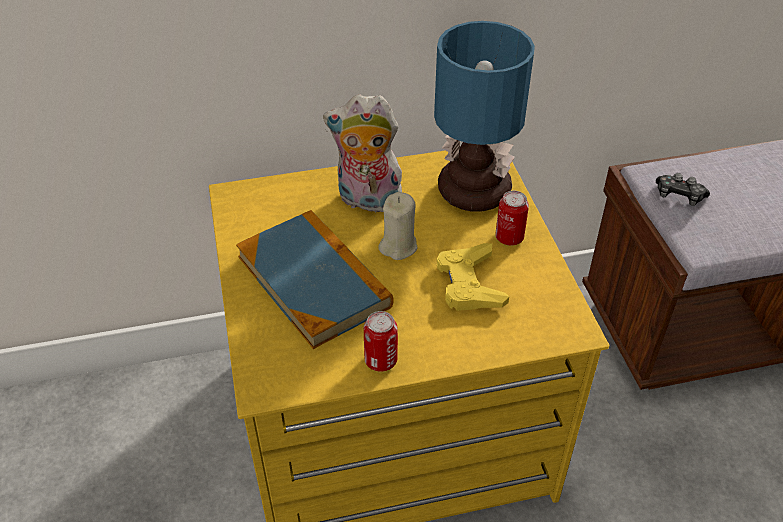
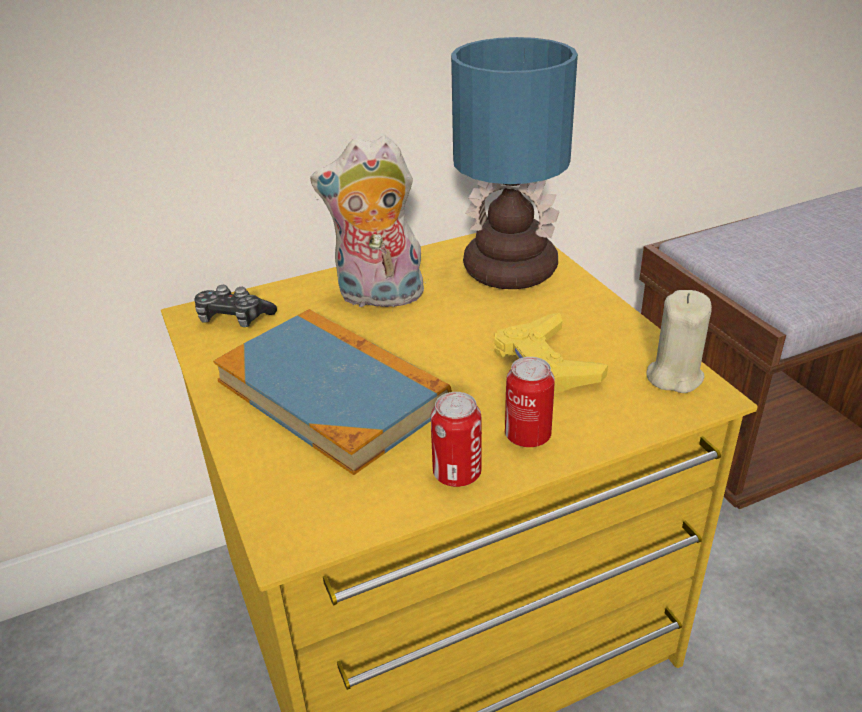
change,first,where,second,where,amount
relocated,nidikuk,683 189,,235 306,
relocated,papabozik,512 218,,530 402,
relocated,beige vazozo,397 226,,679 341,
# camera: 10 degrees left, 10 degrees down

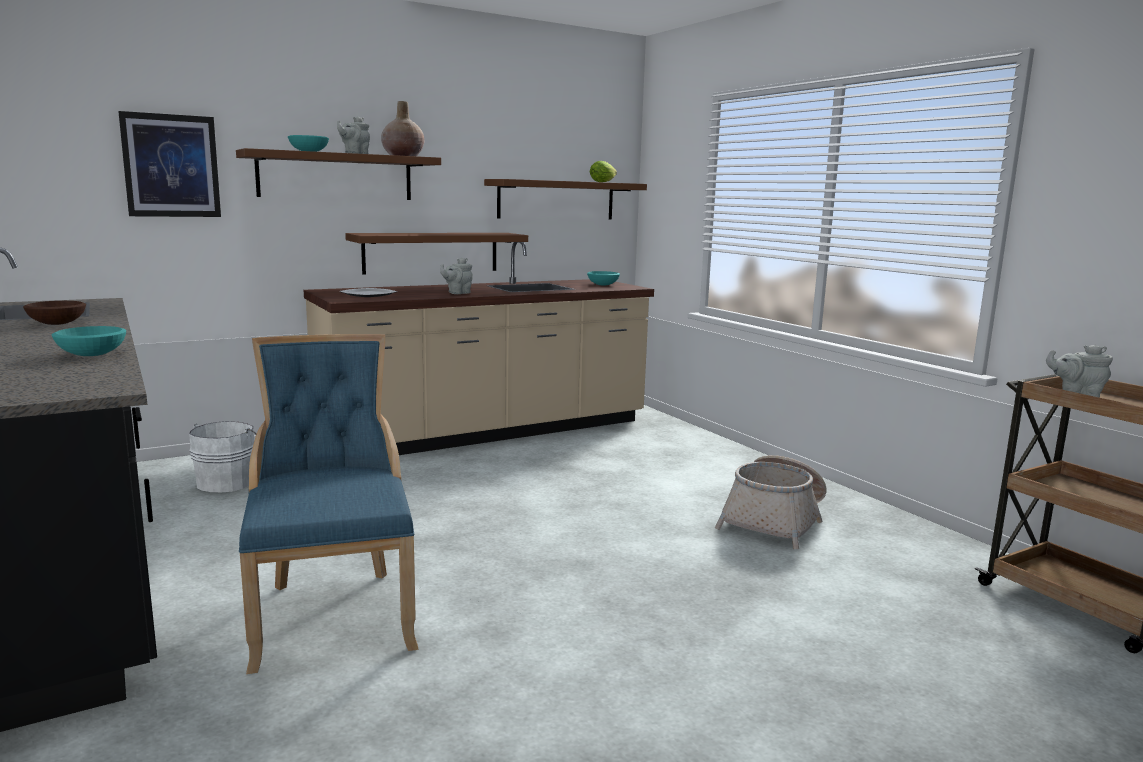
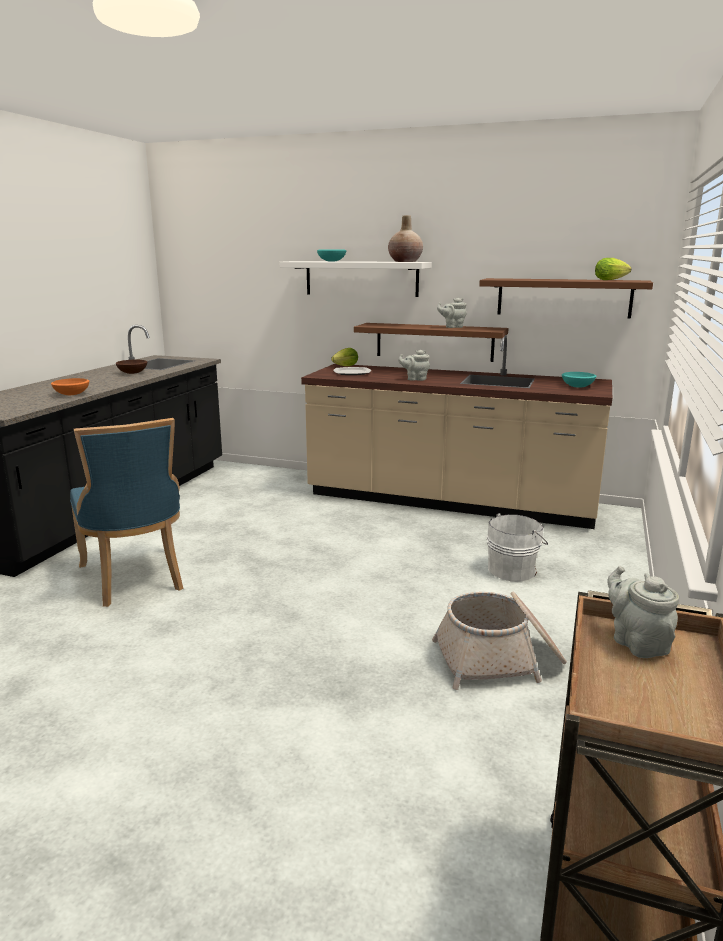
change,first,where,second,where,amount
colour,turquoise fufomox,89 341,orange fufomox,70 386,
spun,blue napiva,329 504,,126 512,120 degrees clockwise
colour,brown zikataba,338 174,white zikataba,356 279,
appeared,,,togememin,344 357,
relocated,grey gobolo,353 135,,452 313,
relocated,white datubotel,222 456,,517 547,
missing,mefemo,169 164,,,
# camera: 50 degrees right, 5 degrees up

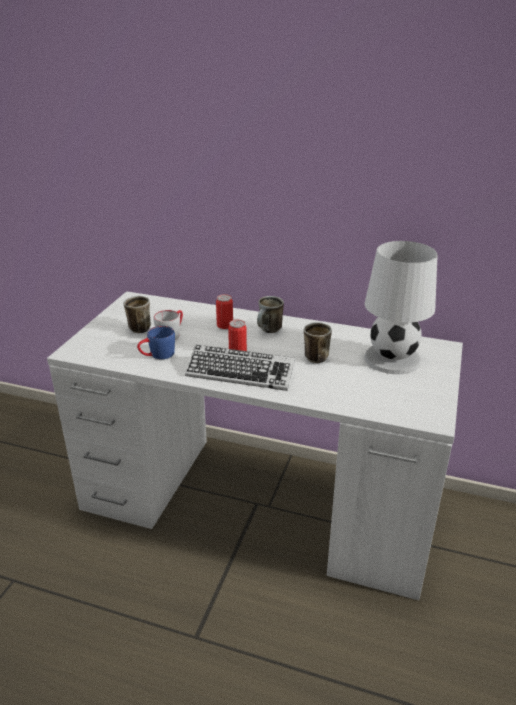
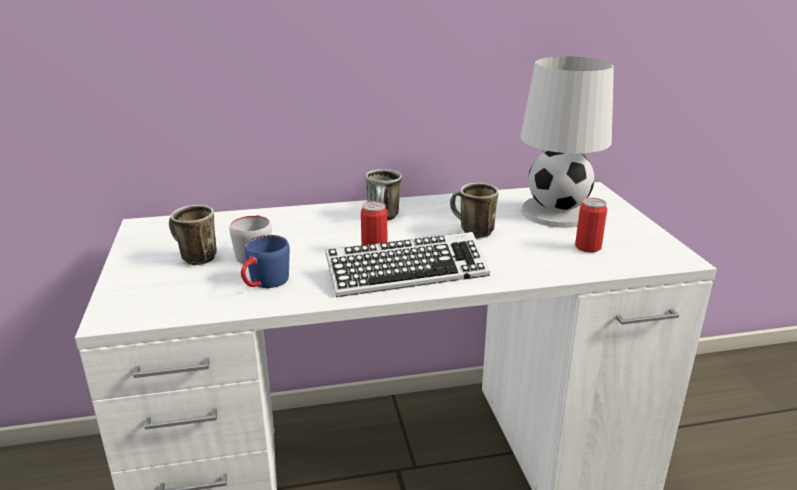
change,first,where,second,where,amount
relocated,papabozik,224 311,,591 225,
# camera: 30 degrees left, 5 degrees down

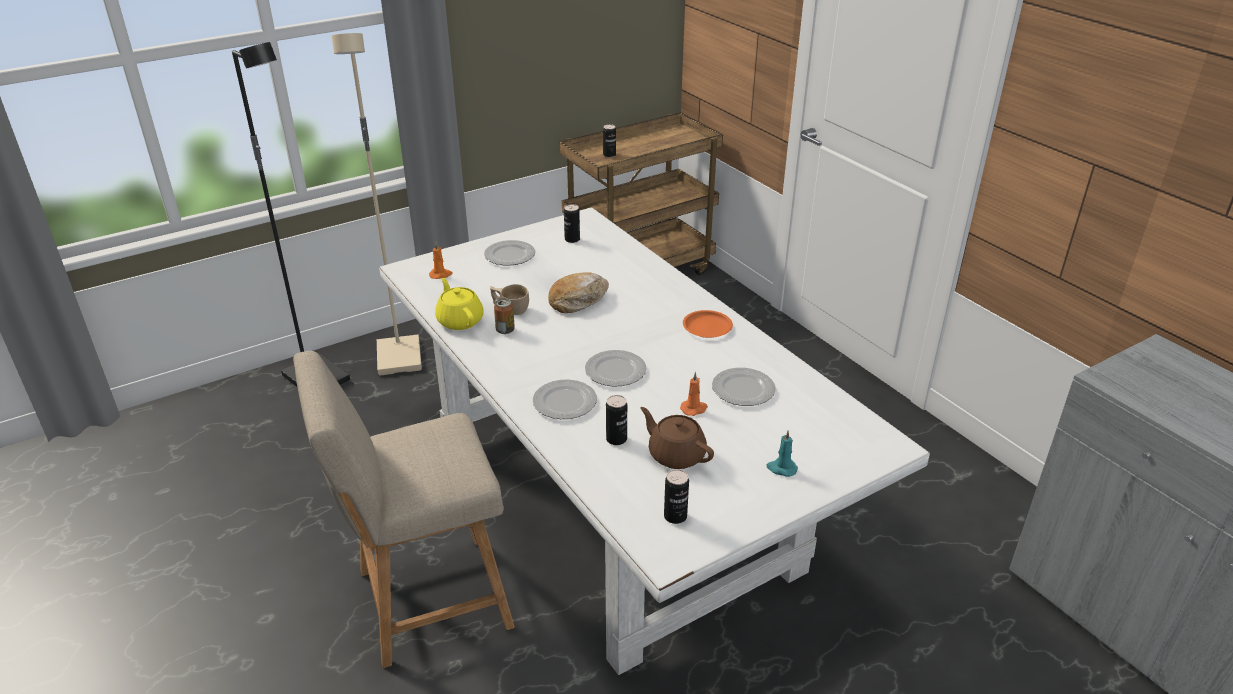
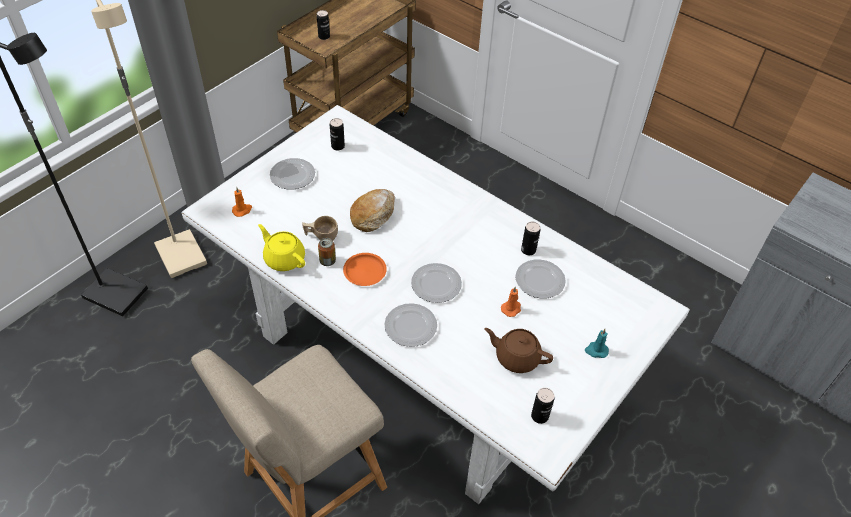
change,first,where,second,where,amount
relocated,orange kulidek,708 324,,365 269,
relocated,papabozik,616 420,,530 238,
# camera: 20 degrees left, 15 degrees up

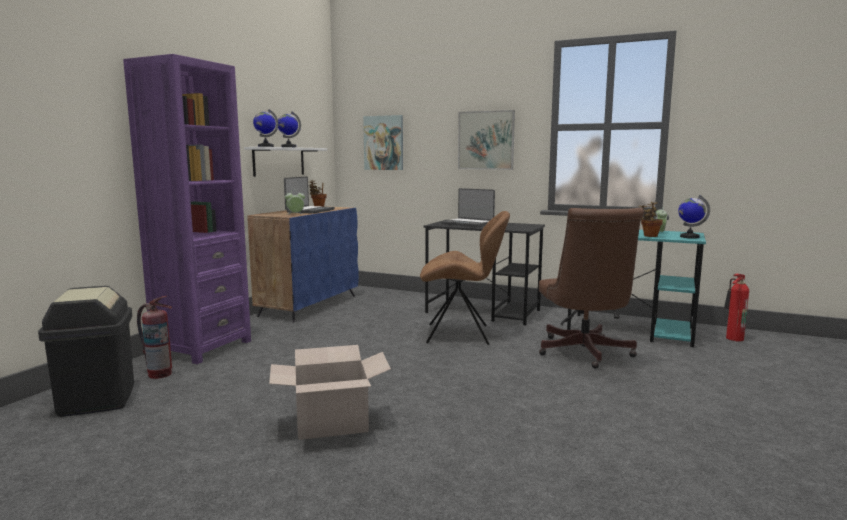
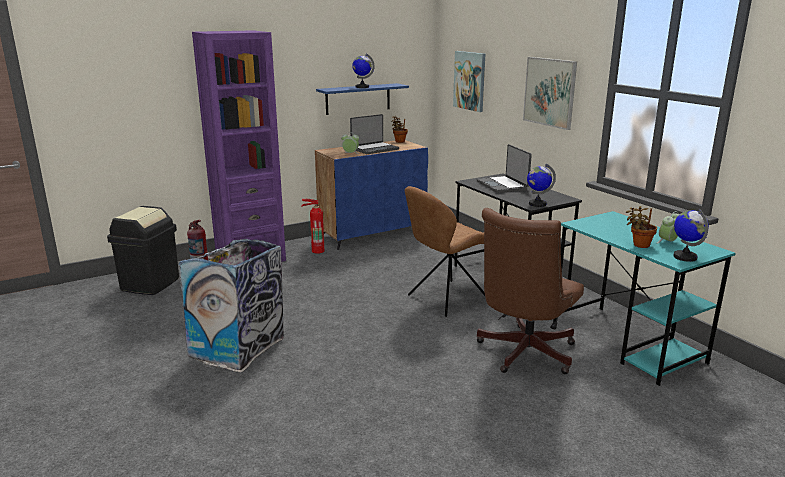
change,first,where,second,where,amount
exchanged,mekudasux,330 392,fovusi,231 306,
relocated,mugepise,736 307,,312 226,
colour,white zikataba,285 162,blue zikataba,362 99,
spun,brown napiva,465 278,,445 251,105 degrees clockwise
relocated,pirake,265 128,,541 185,
# camera: 35 degrees right, 10 degrees up

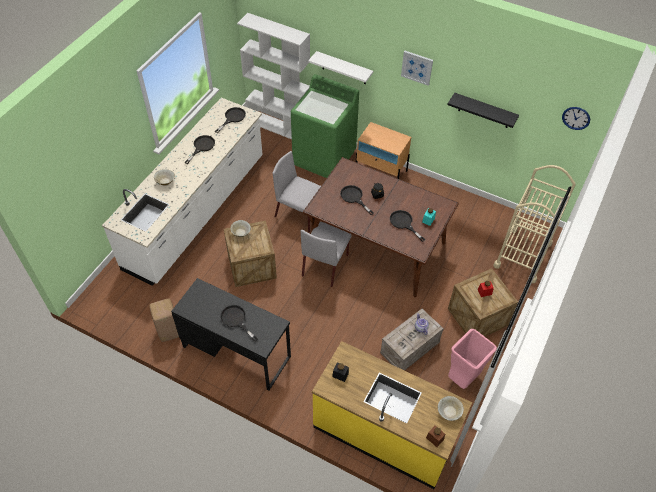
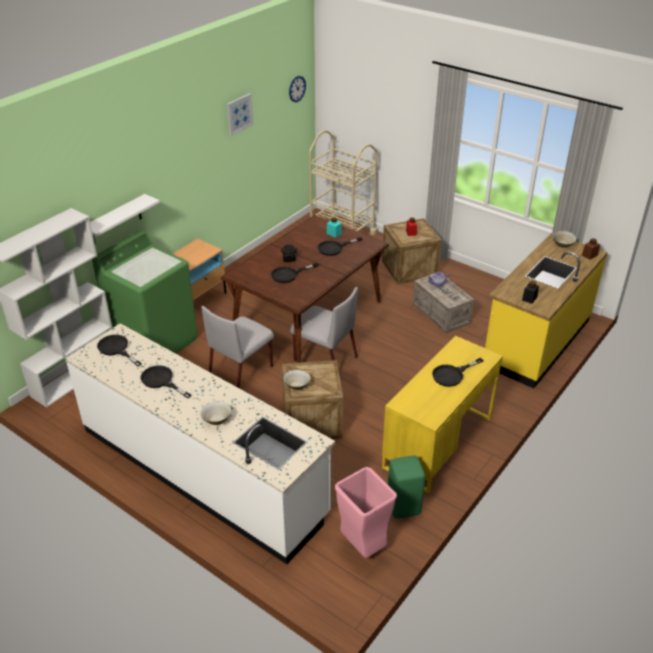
change,first,where,second,where,amount
relocated,mefemo,417 68,,240 114,
relocated,pink fovusi,472 359,,366 512,
colour,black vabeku,231 334,yellow vabeku,442 415,
colour,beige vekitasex,164 320,green vekitasex,406 487,
missing,black zikataba,483 110,,,
# camera: 80 degrees left, 15 degrees down

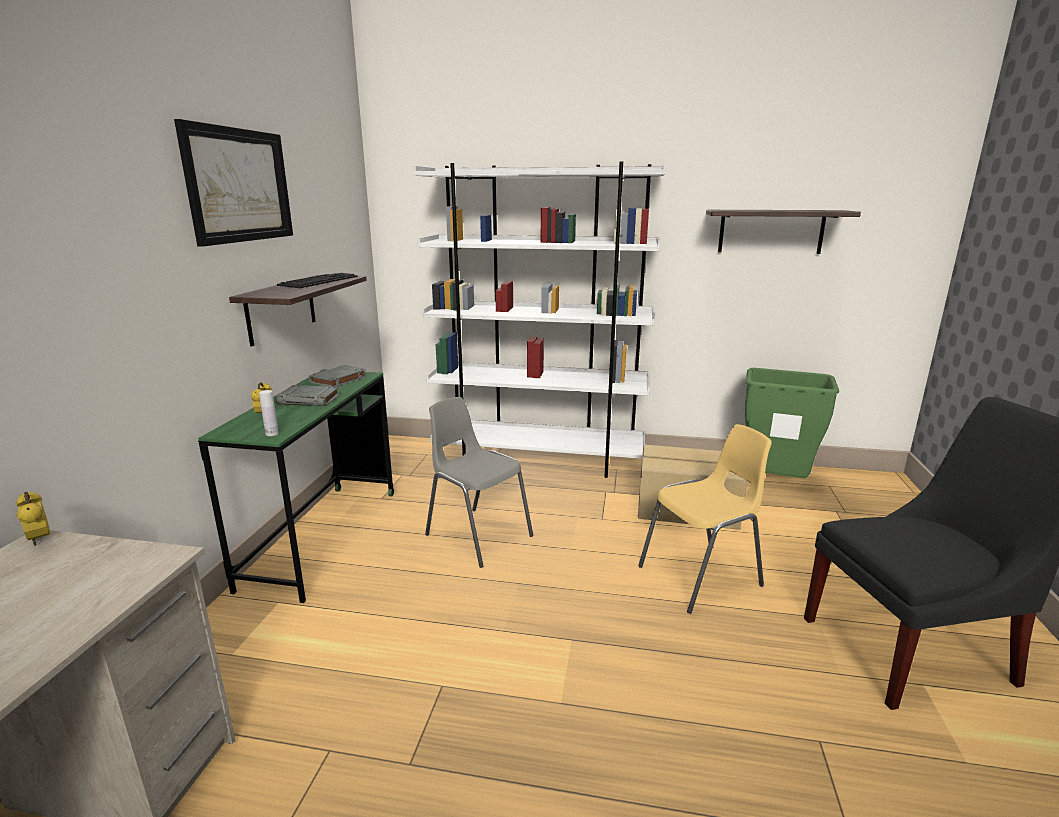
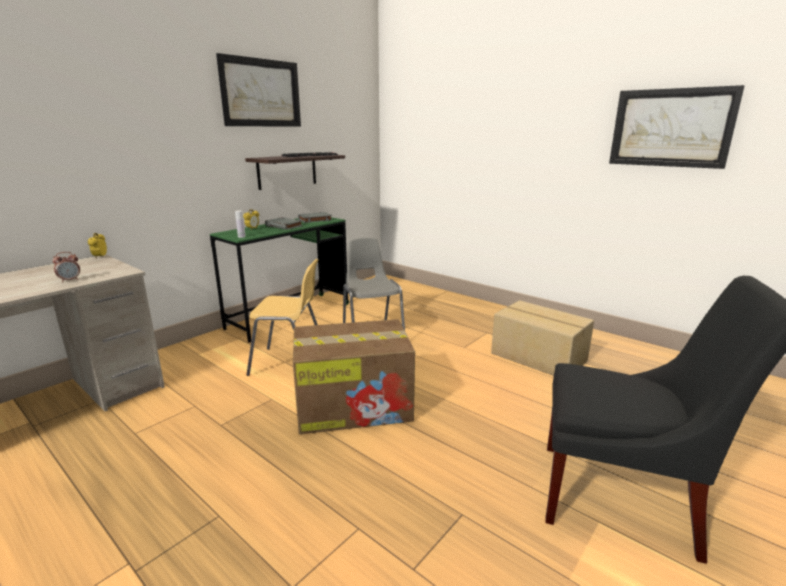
change,first,where,second,where,amount
appeared,,,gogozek,66 267,
relocated,yellow napiva,705 519,,282 317,
appeared,,,mekudasux,354 376,
exchanged,zikataba,783 232,mefemo,677 127,
missing,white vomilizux,540 319,,,
missing,green fovusi,792 423,,,
# camera: 30 degrees right, 0 degrees up

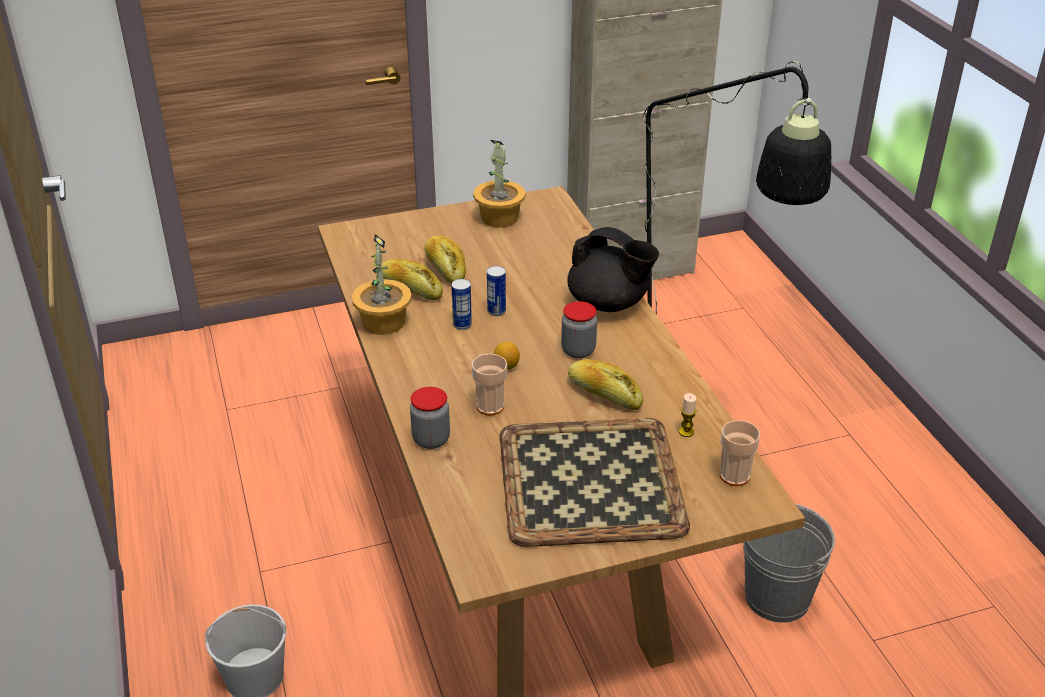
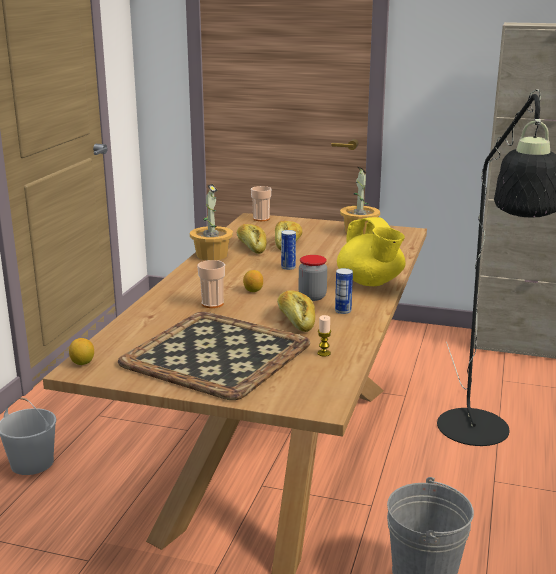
change,first,where,second,where,amount
appeared,,,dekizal,81 351,
relocated,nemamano,740 453,,261 203,
relocated,papabozik,461 304,,344 291,
colour,black gobolo,613 269,yellow gobolo,371 251,
missing,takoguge,430 418,,,
# camera: 35 degrees right, 15 degrees down

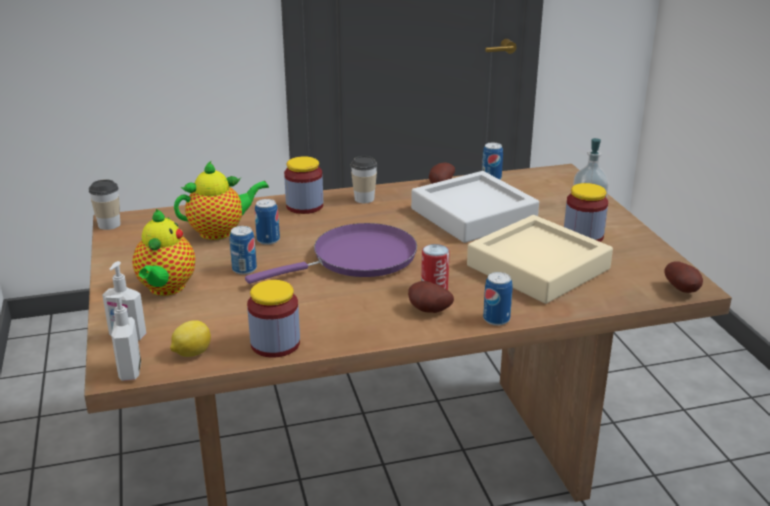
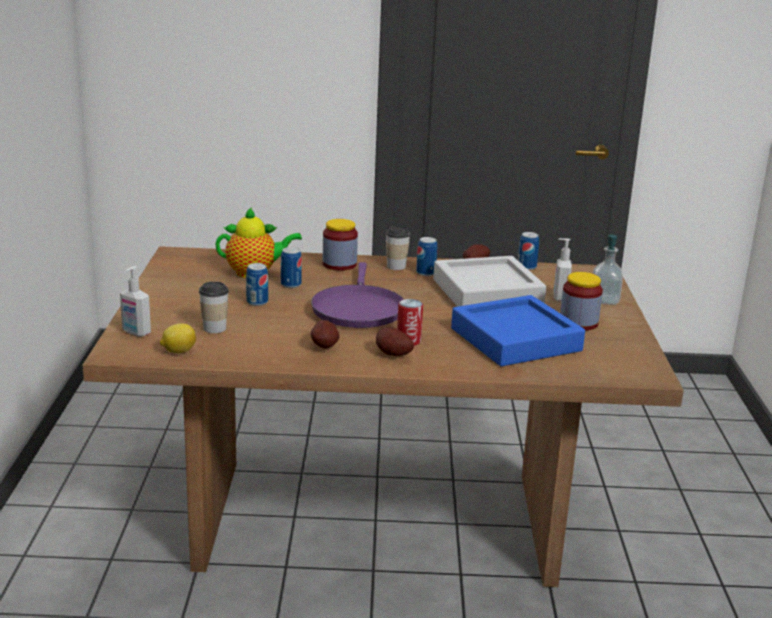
change,first,where,second,where,amount
relocated,nemamano,105 204,,214 307,
spun,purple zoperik,331 253,,357 295,105 degrees clockwise
relocated,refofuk,683 277,,325 334,
relocated,papabozik,498 299,,427 256,
colour,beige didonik,540 259,blue didonik,518 330,
relocated,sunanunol,123 337,,563 269,
missing,gobolo,163 252,,,
missing,takoguge,273 319,,,
# camera: 15 degrees right, 5 degrees down

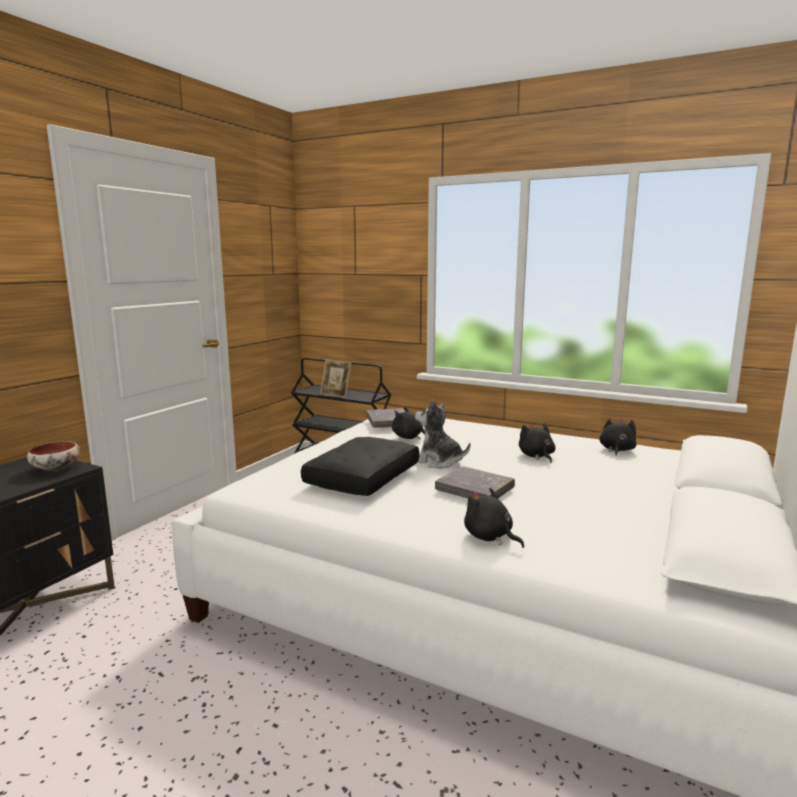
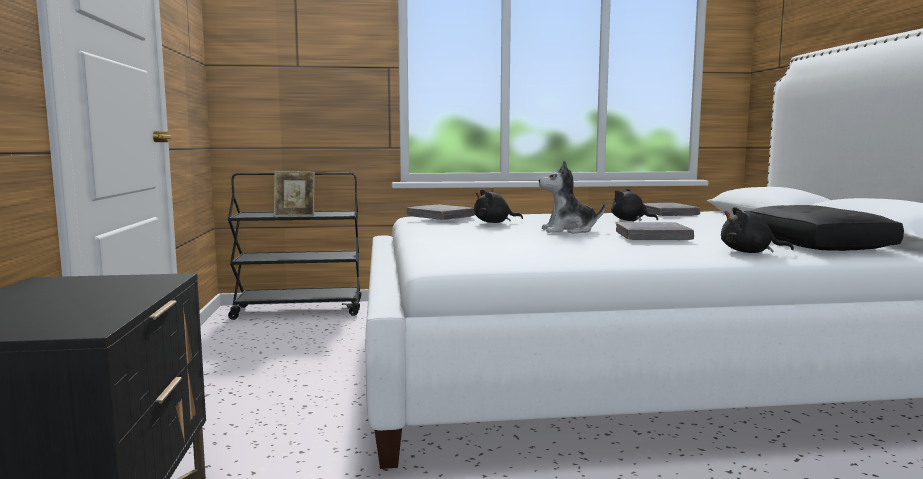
change,first,where,second,where,amount
exchanged,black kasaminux,617 437,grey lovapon,672 209,
relocated,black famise,360 466,,824 228,
missing,fufomox,53 456,,,
# camera: 35 degrees left, 5 degrees down

